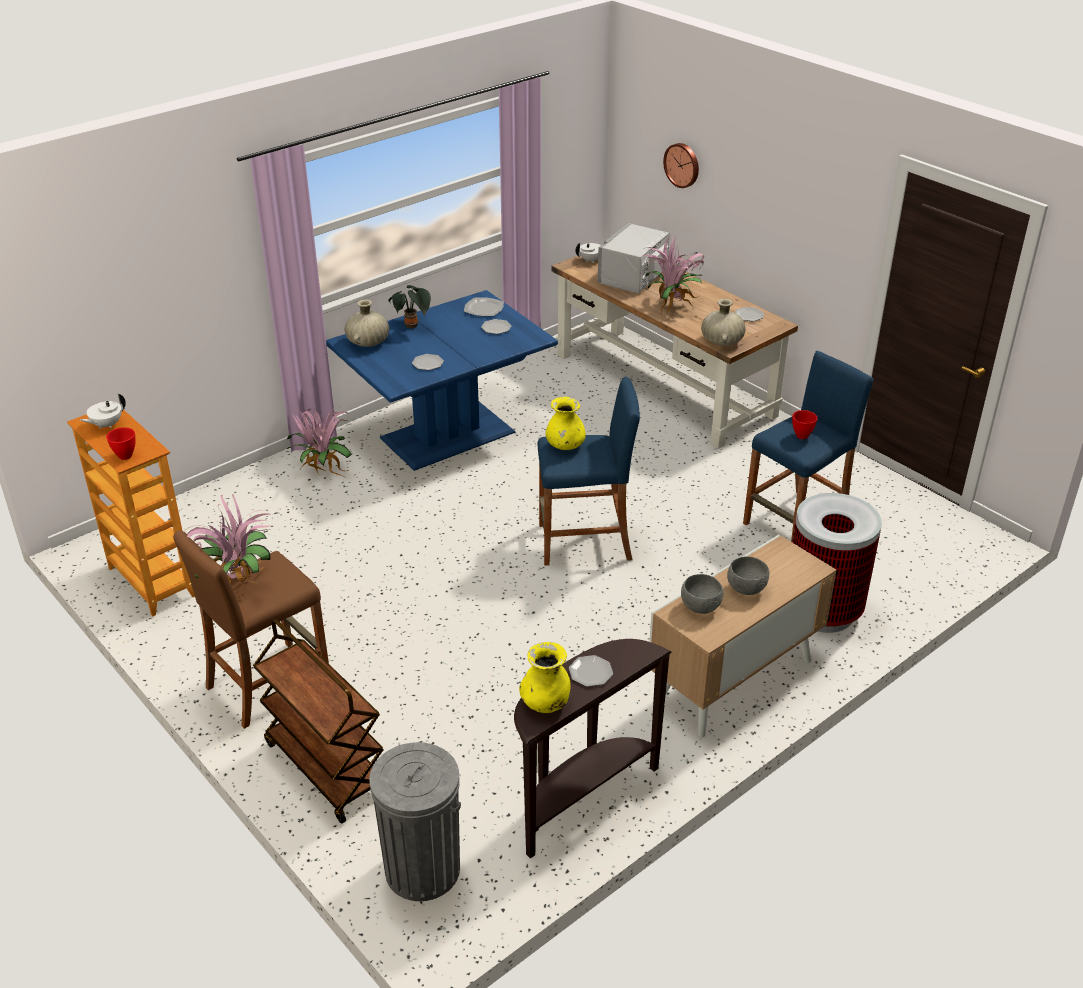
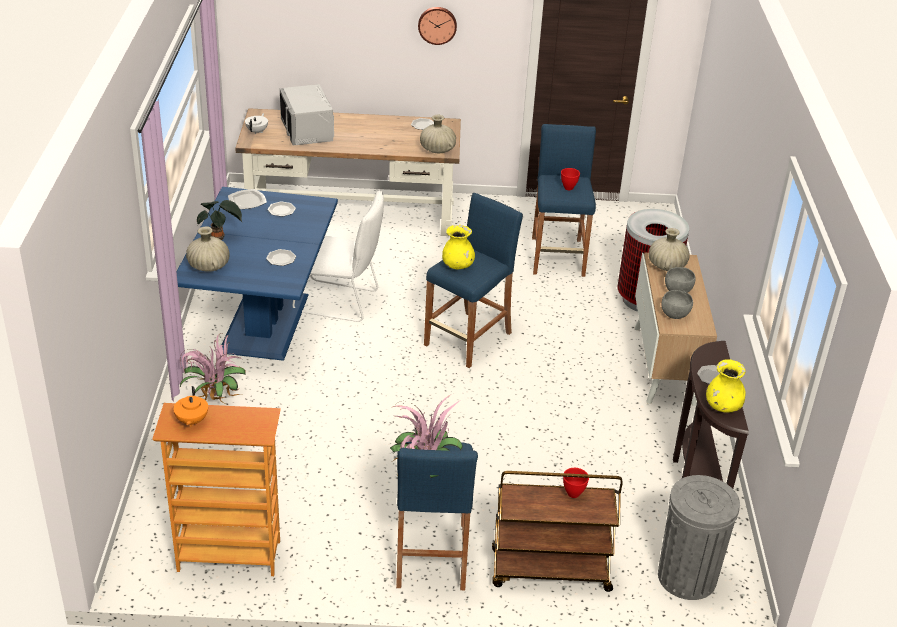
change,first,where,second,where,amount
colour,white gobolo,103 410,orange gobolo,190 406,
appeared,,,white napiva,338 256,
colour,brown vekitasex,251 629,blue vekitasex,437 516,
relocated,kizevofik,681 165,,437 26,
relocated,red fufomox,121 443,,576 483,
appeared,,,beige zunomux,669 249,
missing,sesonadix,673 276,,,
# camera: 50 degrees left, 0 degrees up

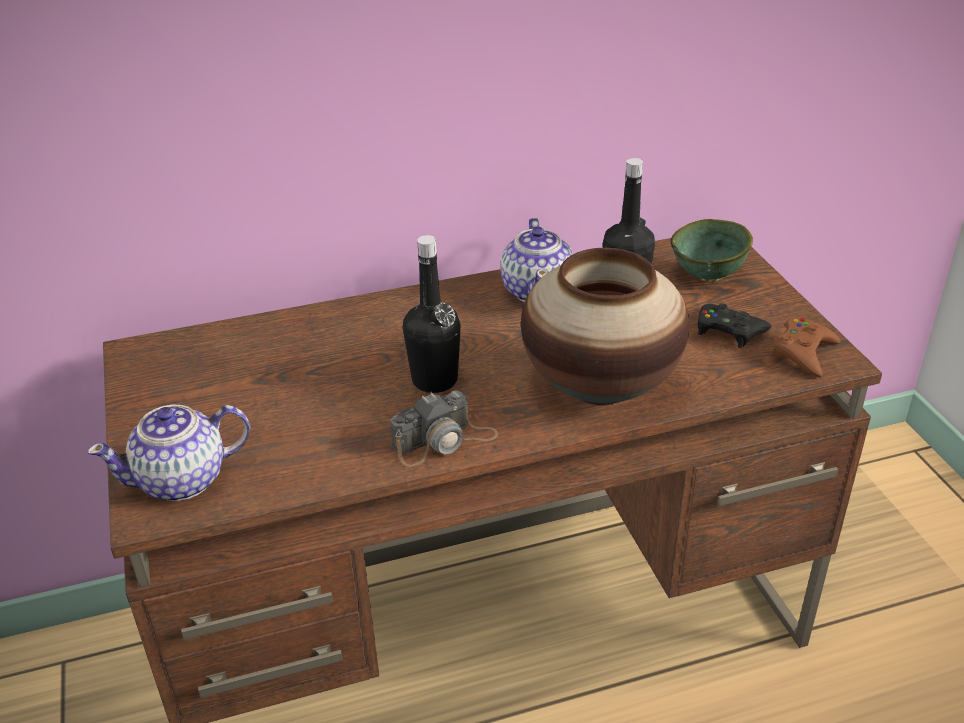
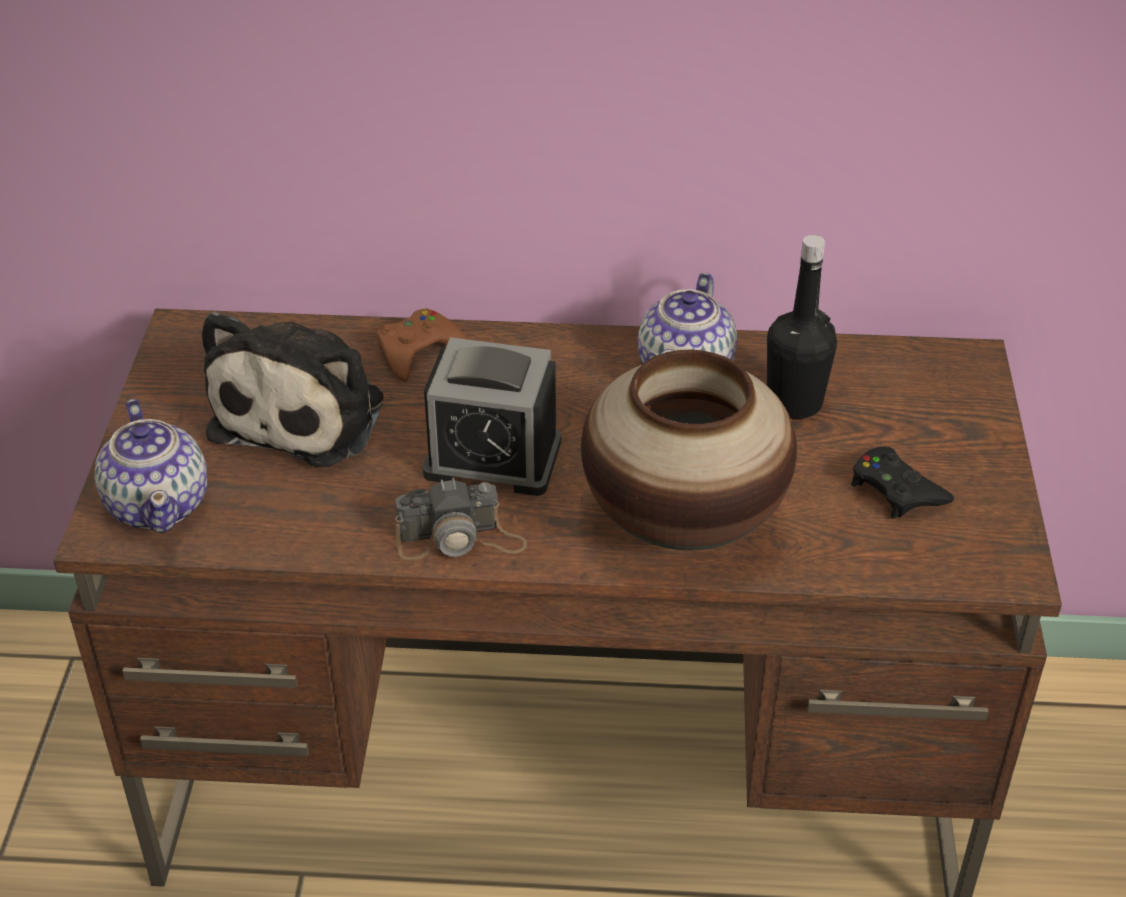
change,first,where,second,where,amount
spun,gobolo,168 453,,151 466,105 degrees counterclockwise
appeared,,,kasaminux,293 389,
relocated,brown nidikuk,805 347,,422 345,
exchanged,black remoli,432 314,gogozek,492 416,
missing,green fufomox,711 250,,,
# camera: 20 degrees right, 5 degrees up

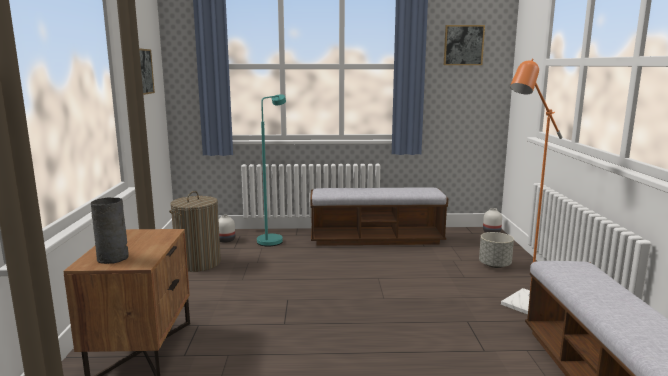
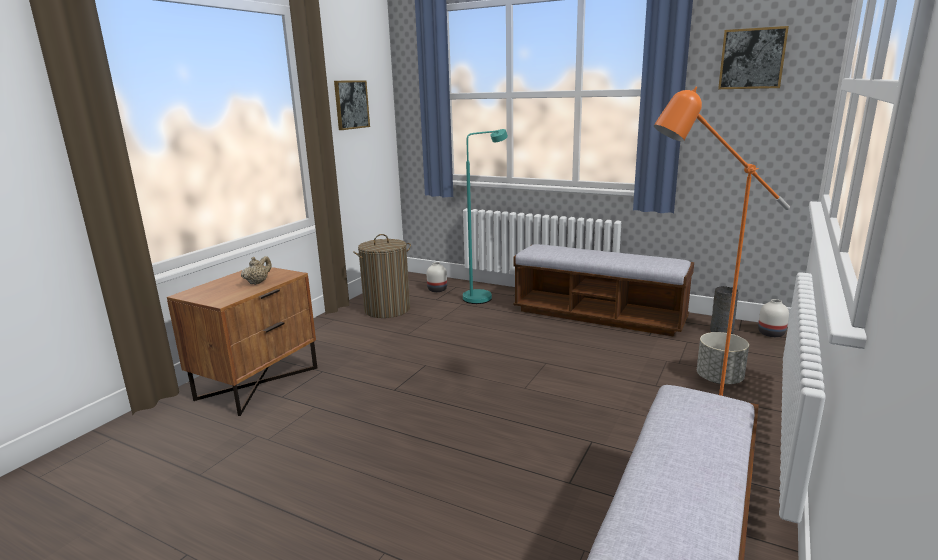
change,first,where,second,where,amount
appeared,,,beige gobolo,256 270,
relocated,grey zunomux,109 230,,724 310,
# camera: 30 degrees right, 5 degrees up

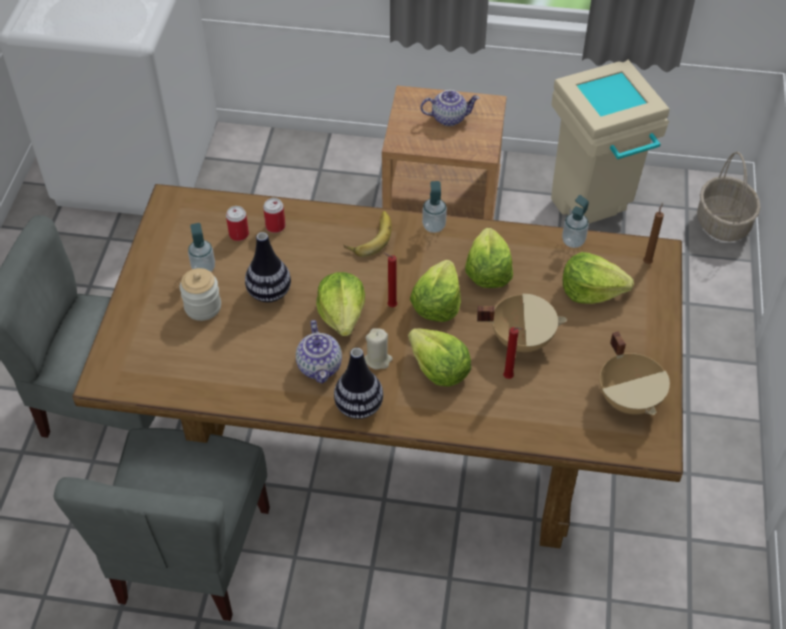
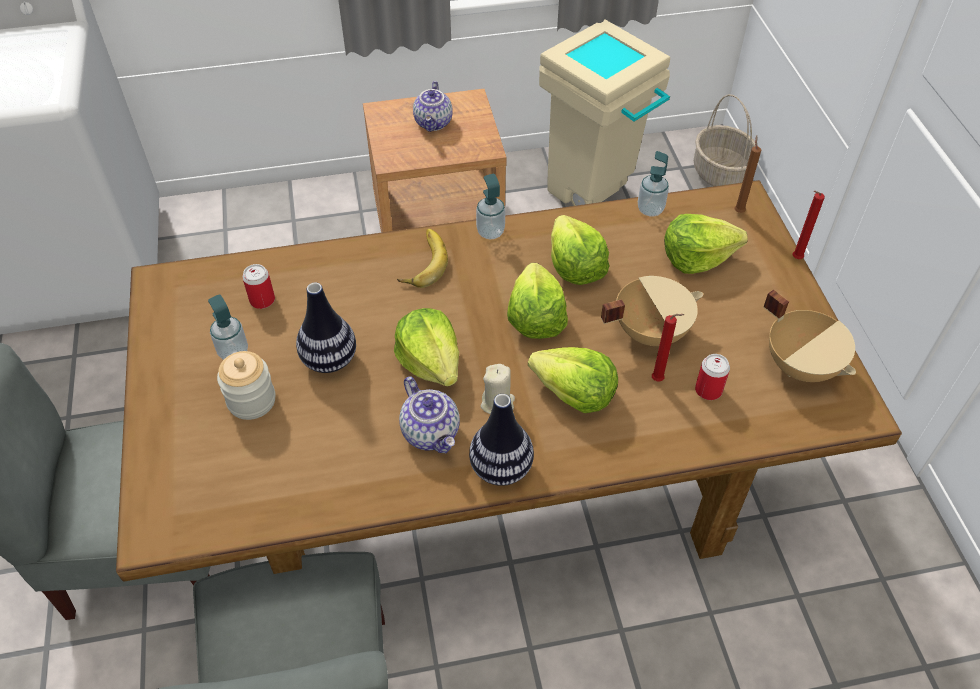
change,first,where,second,where,amount
spun,gobolo,450 108,,433 106,120 degrees clockwise
relocated,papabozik,274 215,,712 377,
relocated,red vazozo,390 280,,808 225,
# camera: 20 degrees left, 0 degrees up

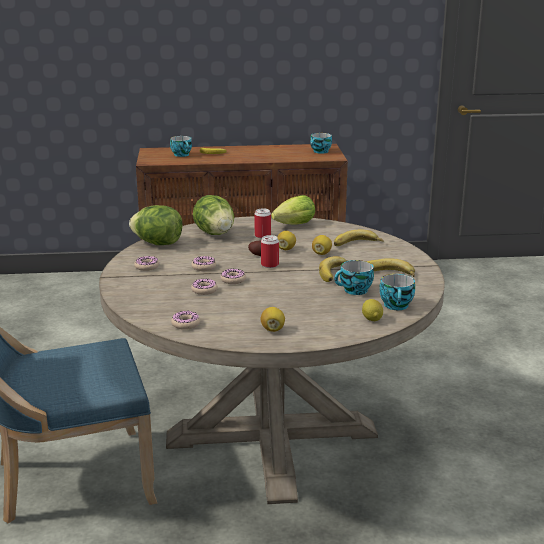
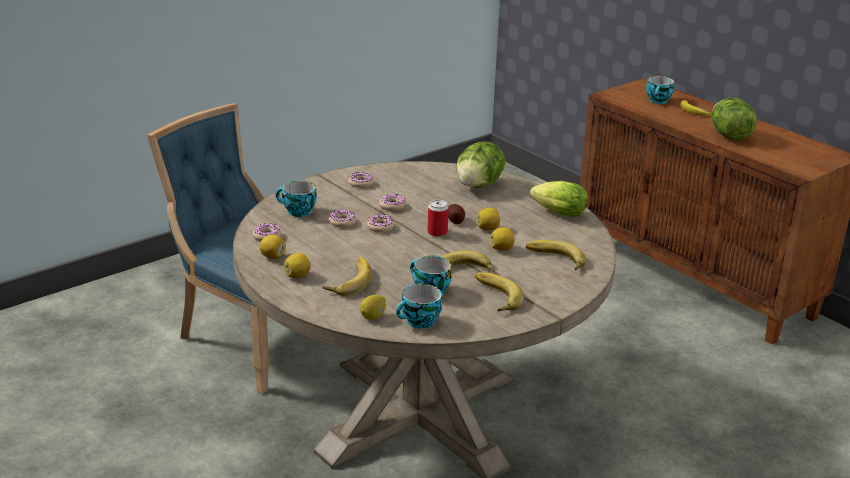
change,first,where,second,where,amount
appeared,,,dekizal,272 247,
relocated,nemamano,321 143,,296 199,
appeared,,,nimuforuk,347 276,
relocated,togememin,155 225,,734 119,
missing,papabozik,262 223,,,
# camera: 55 degrees right, 5 degrees up

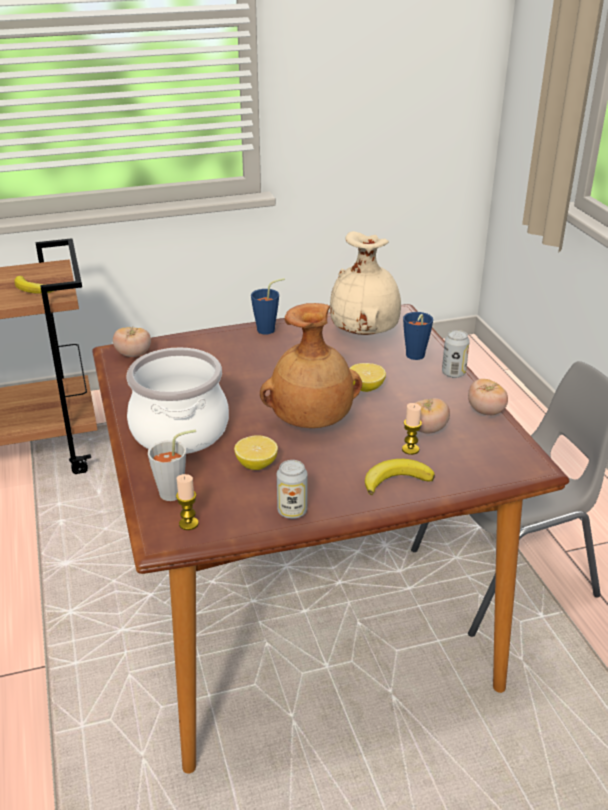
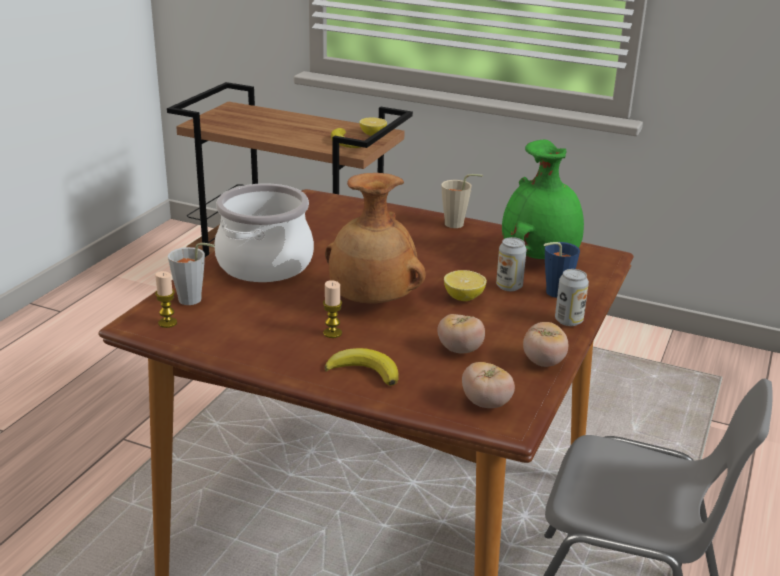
change,first,where,second,where,amount
relocated,vazozo,412 429,,332 309,
relocated,dekizal,256 452,,373 127,
colour,blue nemamano,268 306,beige nemamano,462 201,
relocated,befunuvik,132 342,,488 385,
relocated,papabozik,292 489,,511 264,
colour,beige zunomux,365 283,green zunomux,543 199,
# camera: 40 degrees right, 5 degrees down

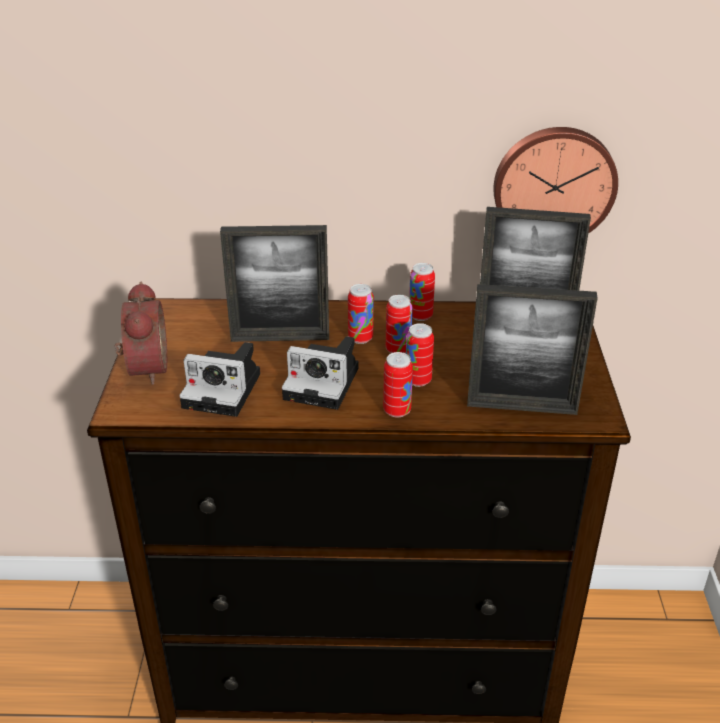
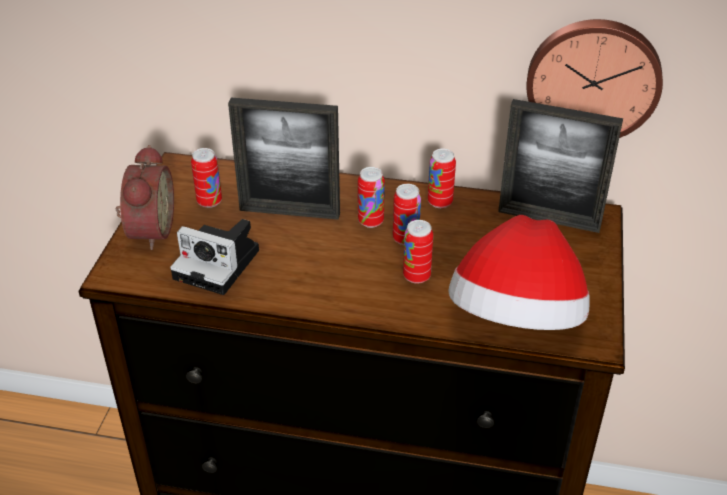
change,first,where,second,where,amount
relocated,papabozik,398 385,,206 178,
exchanged,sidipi,532 349,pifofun,519 272,
missing,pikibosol,320 373,,,
# camera: 10 degrees right, 5 degrees up

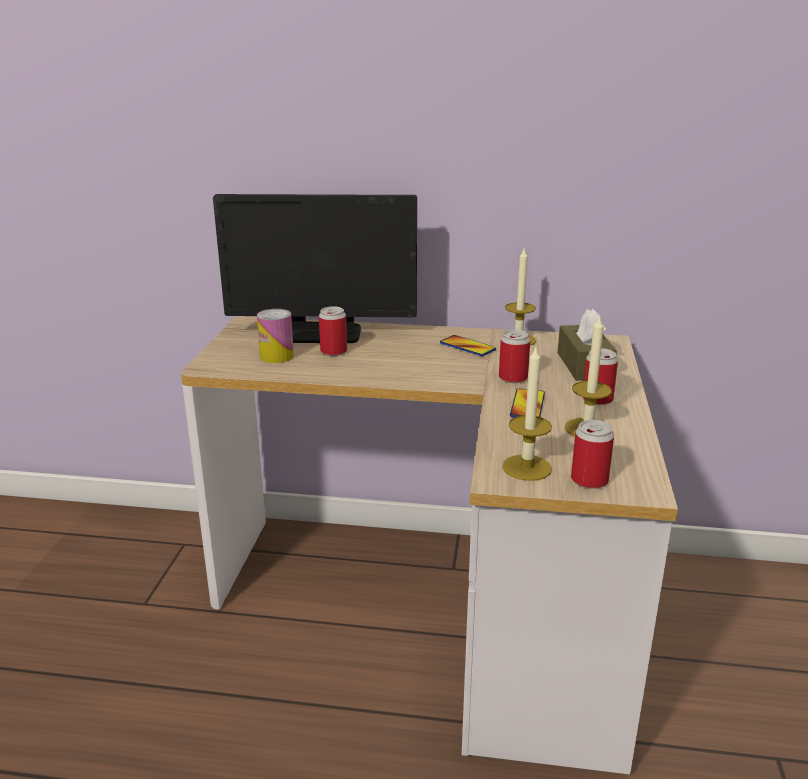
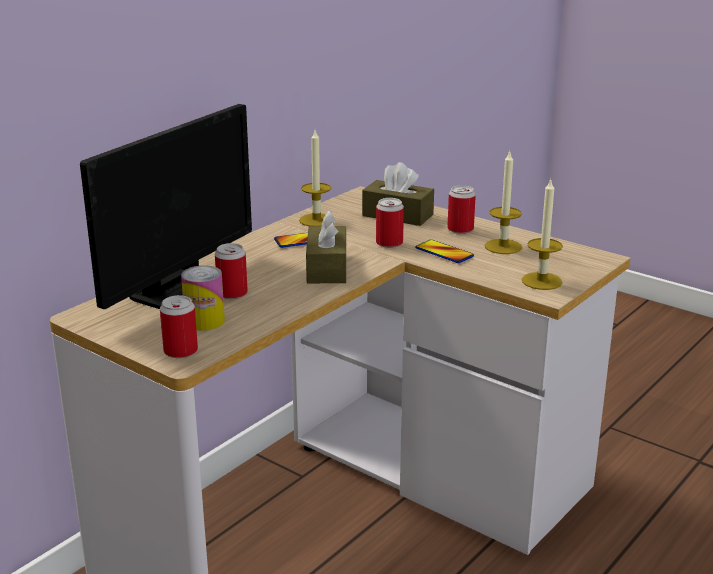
change,first,where,second,where,amount
relocated,papabozik,592 454,,179 326,
appeared,,,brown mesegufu,326 246,
# camera: 60 degrees left, 0 degrees up

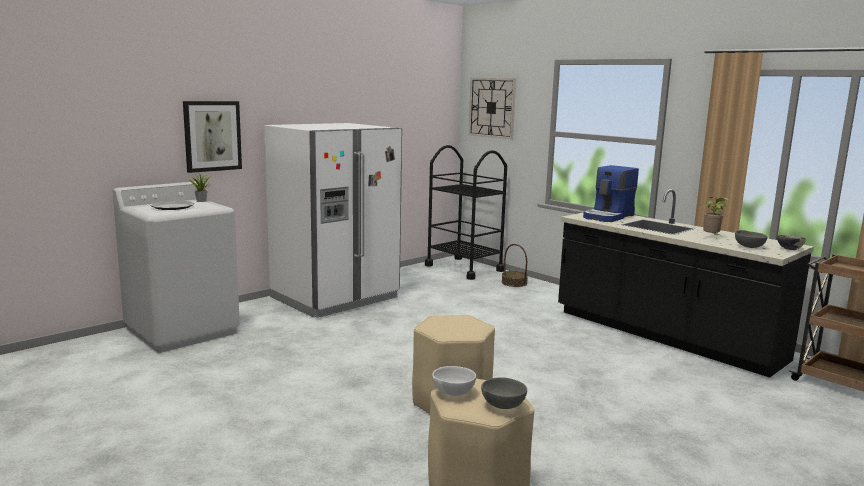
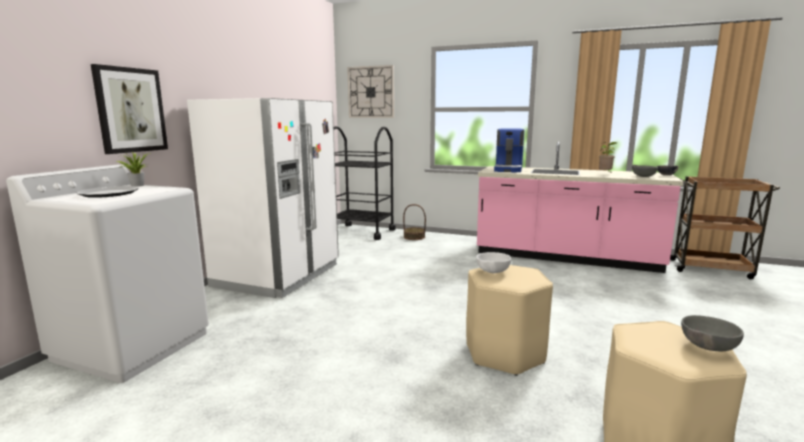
change,first,where,second,where,amount
relocated,white fufomox,454 381,,493 262,
colour,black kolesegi,686 283,pink kolesegi,580 207,
# camera: 25 degrees left, 0 degrees up

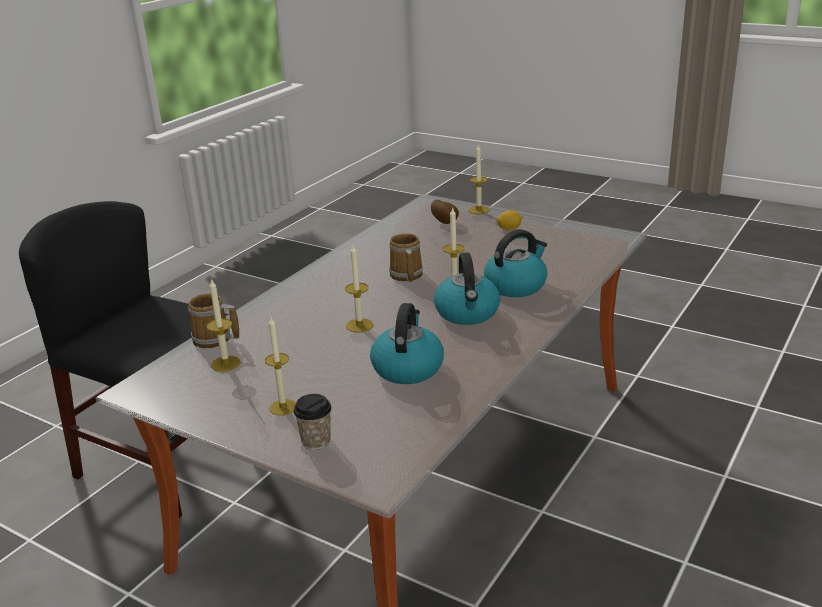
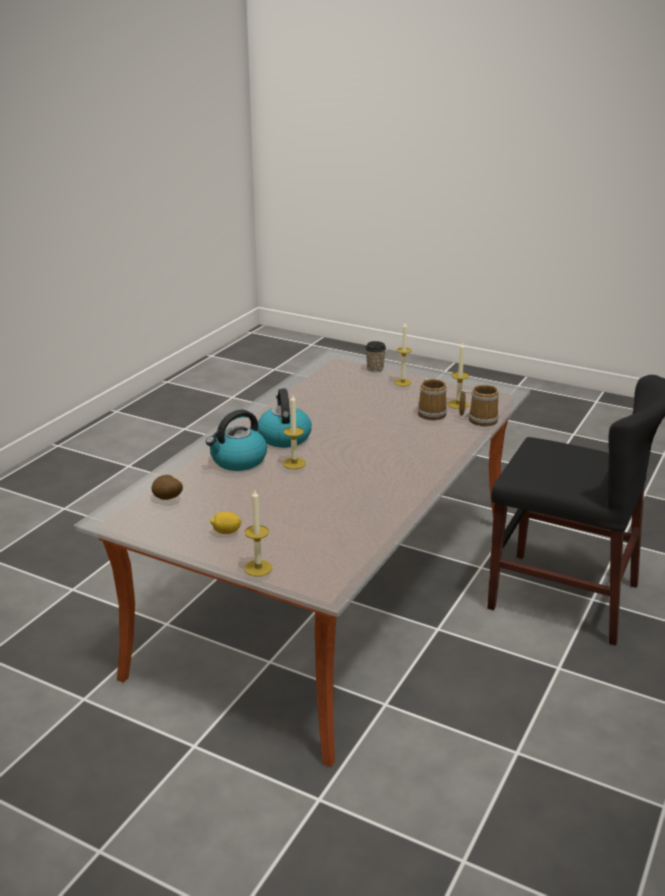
change,first,where,second,where,amount
relocated,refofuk,445 212,,167 487,
relocated,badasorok,406 257,,432 399,
missing,vazozo,359 288,,,
missing,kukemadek,407 343,,,
# camera: 175 degrees right, 0 degrees up

